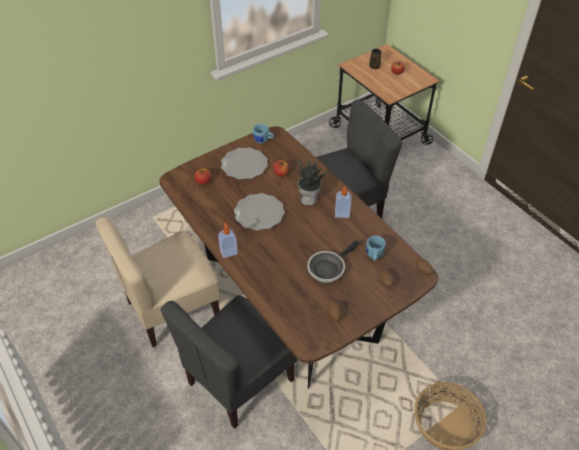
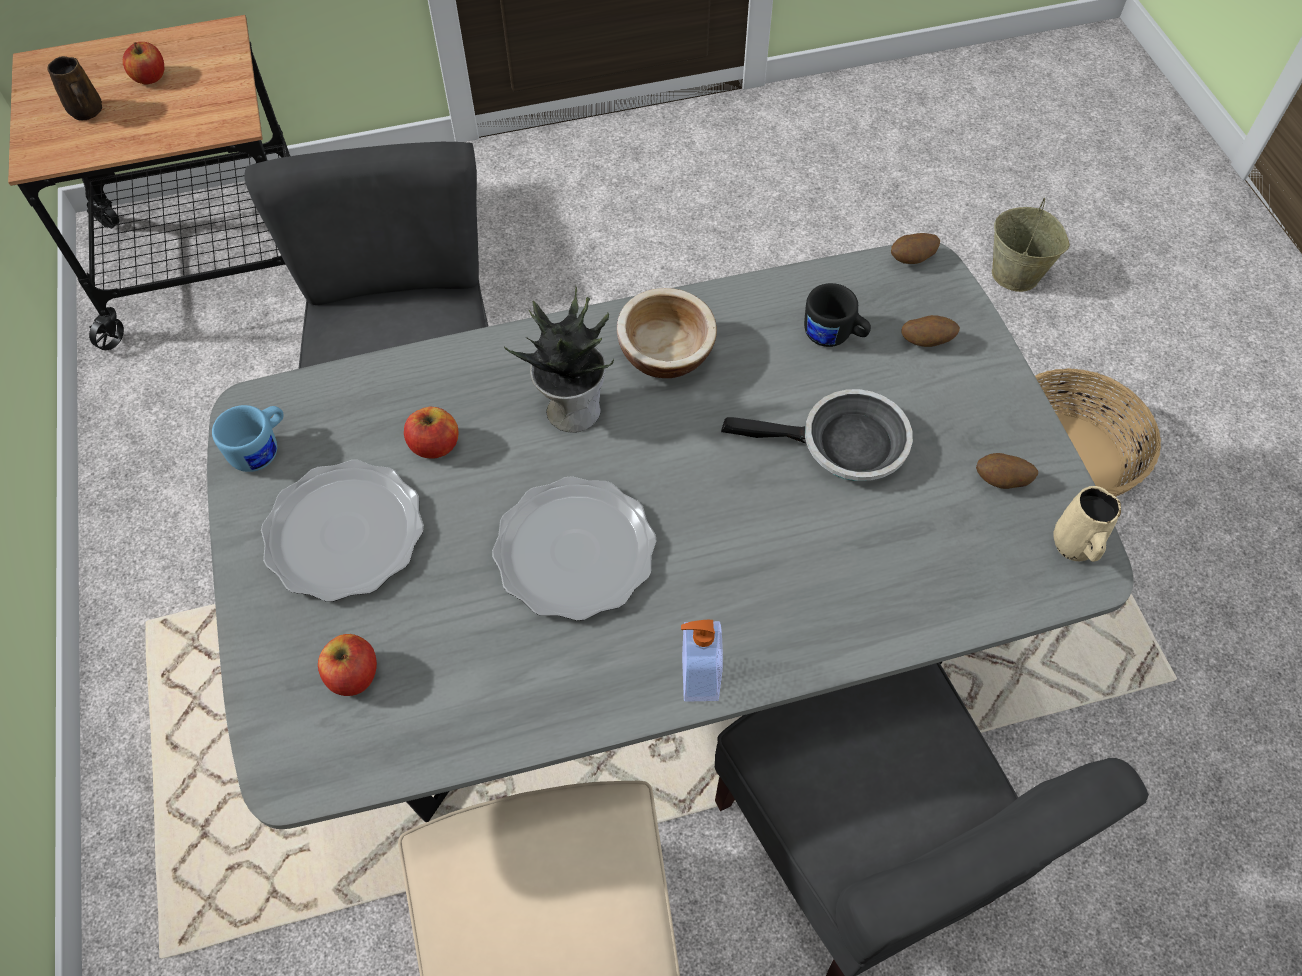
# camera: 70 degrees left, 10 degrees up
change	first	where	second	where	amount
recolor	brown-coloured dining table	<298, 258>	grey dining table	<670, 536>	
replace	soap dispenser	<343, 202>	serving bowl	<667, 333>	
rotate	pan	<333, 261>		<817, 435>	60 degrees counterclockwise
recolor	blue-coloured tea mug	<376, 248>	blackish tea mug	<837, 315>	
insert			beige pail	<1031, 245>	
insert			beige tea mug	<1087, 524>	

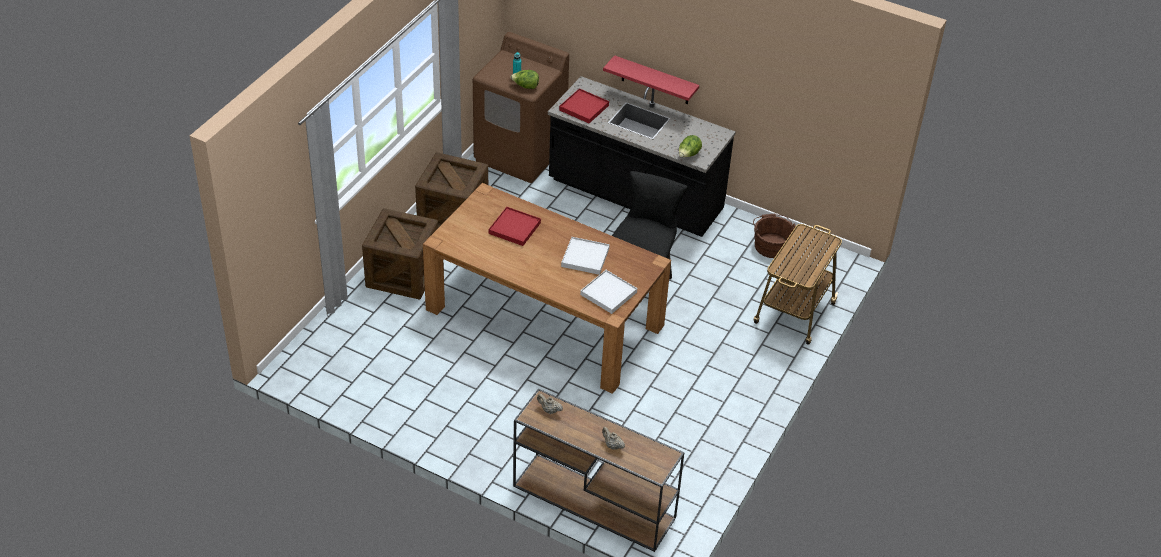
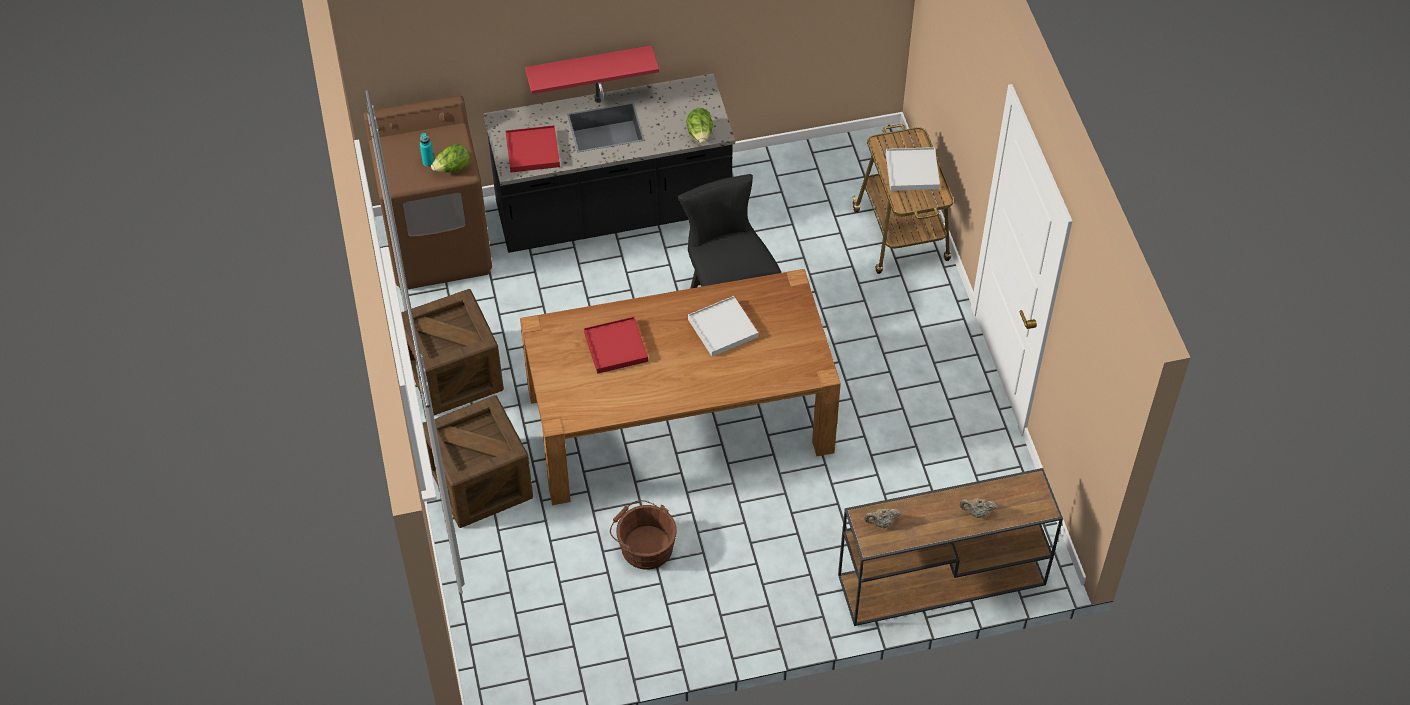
# camera: 40 degrees left, 10 degrees up
change	first	where	second	where	amount
move	brown-coloured pail	<774, 235>		<643, 535>	
move	white serving tray	<608, 292>		<913, 169>	

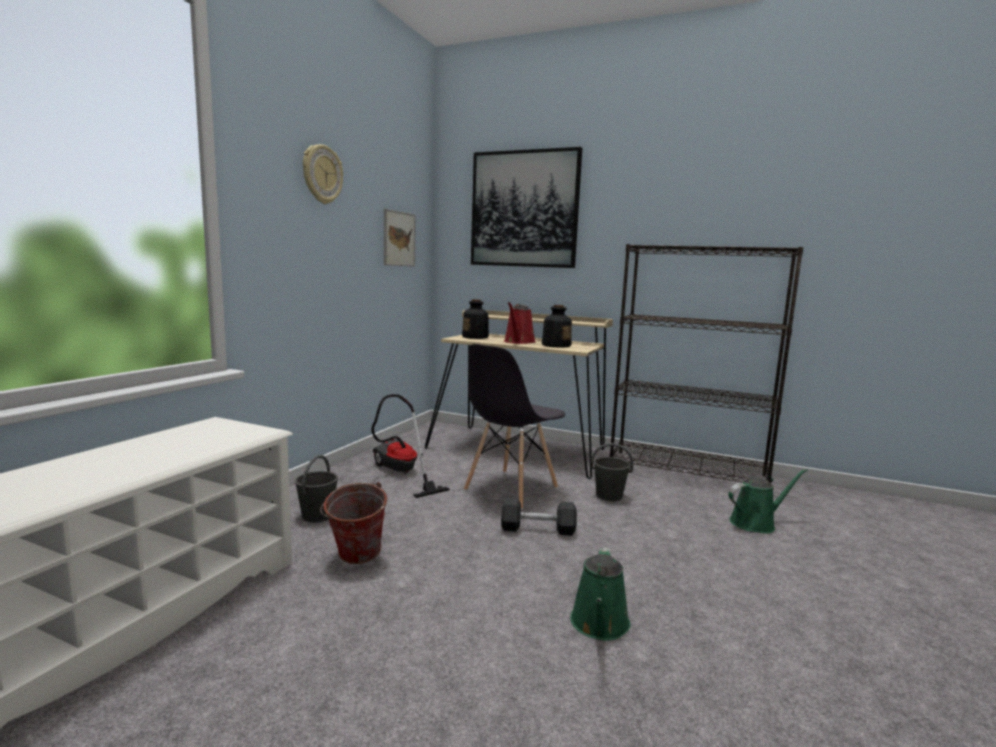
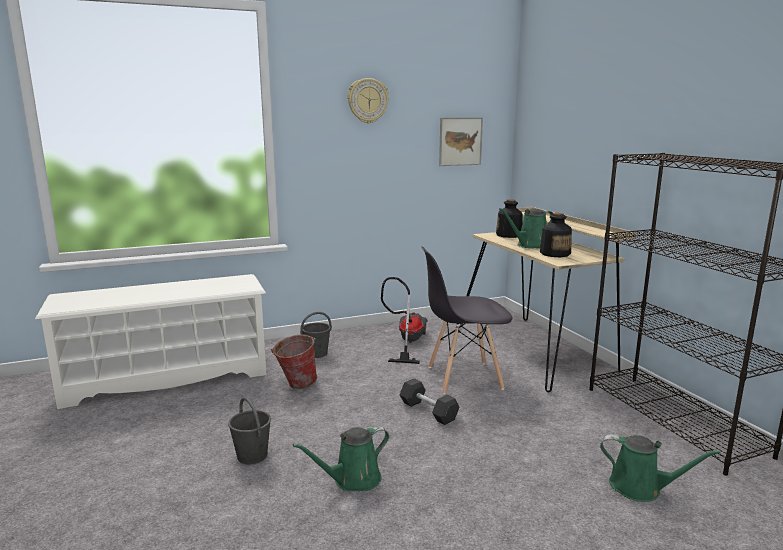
# camera: 45 degrees right, 5 degrees up
change	first	where	second	where	amount
move	grey pail	<611, 472>		<249, 431>	
recolor	red-coloured watering pot	<520, 323>	greenish watering pot	<526, 228>	
delete	picture	<526, 207>			

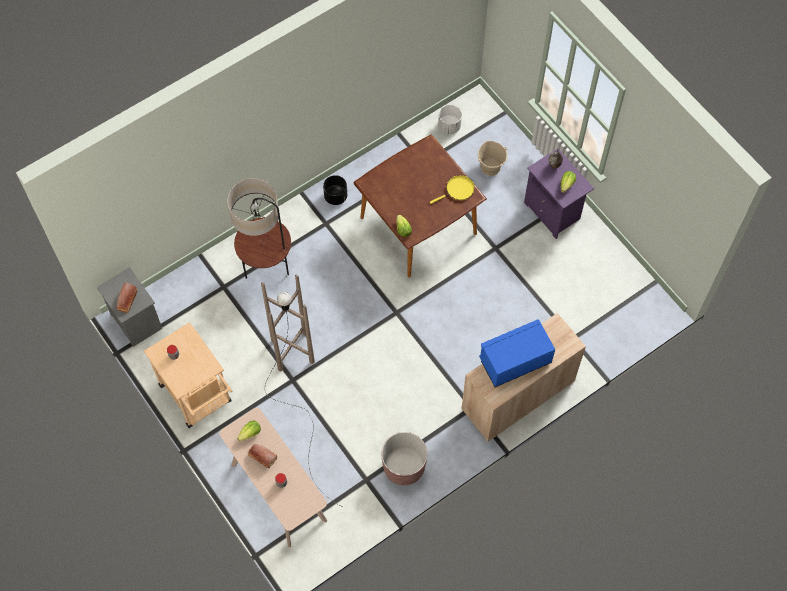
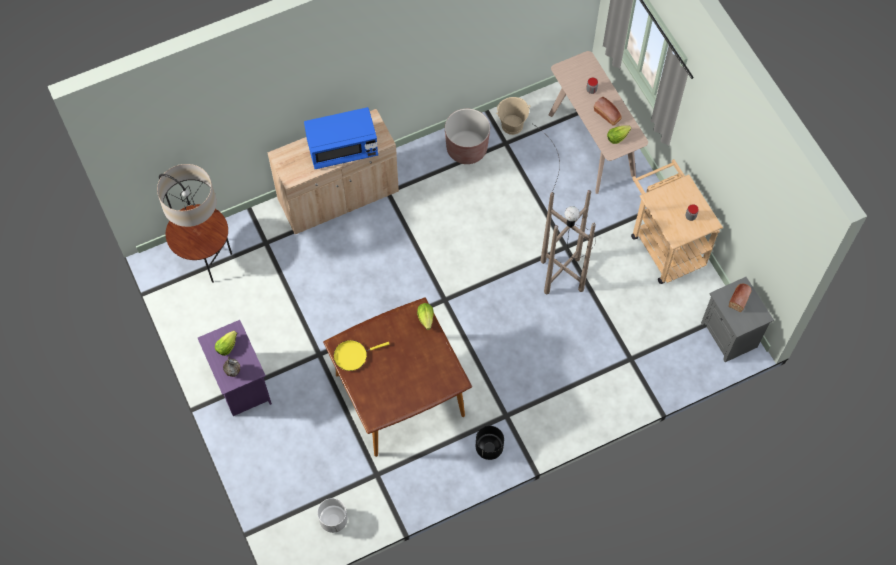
# camera: 170 degrees left, 0 degrees up
change	first	where	second	where	amount
move	floor lamp	<259, 229>		<194, 223>	
move	beige pail	<493, 158>		<513, 116>	

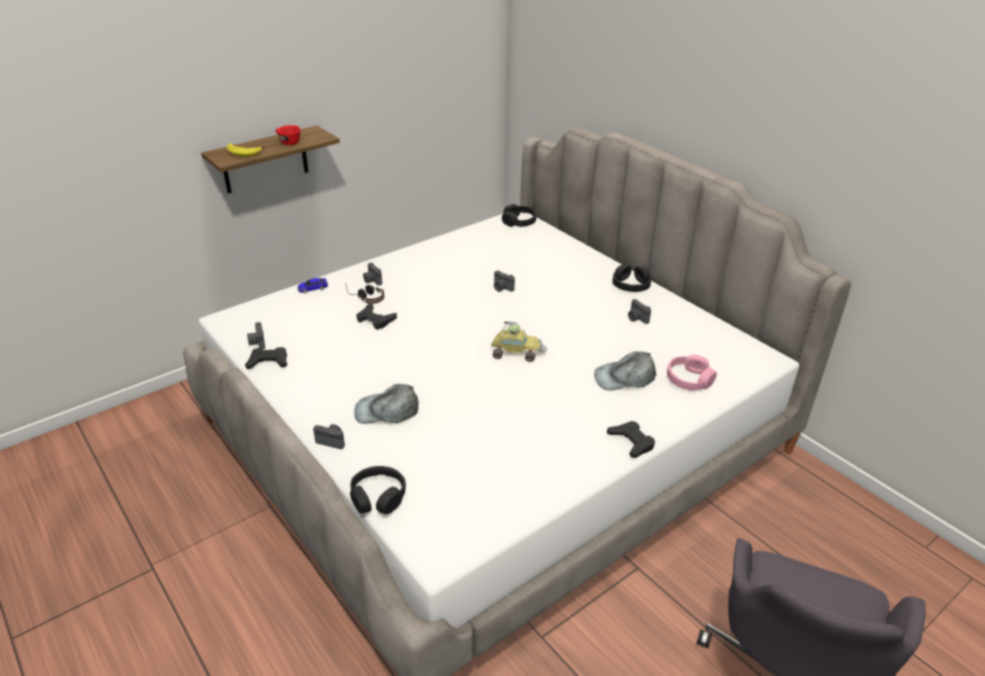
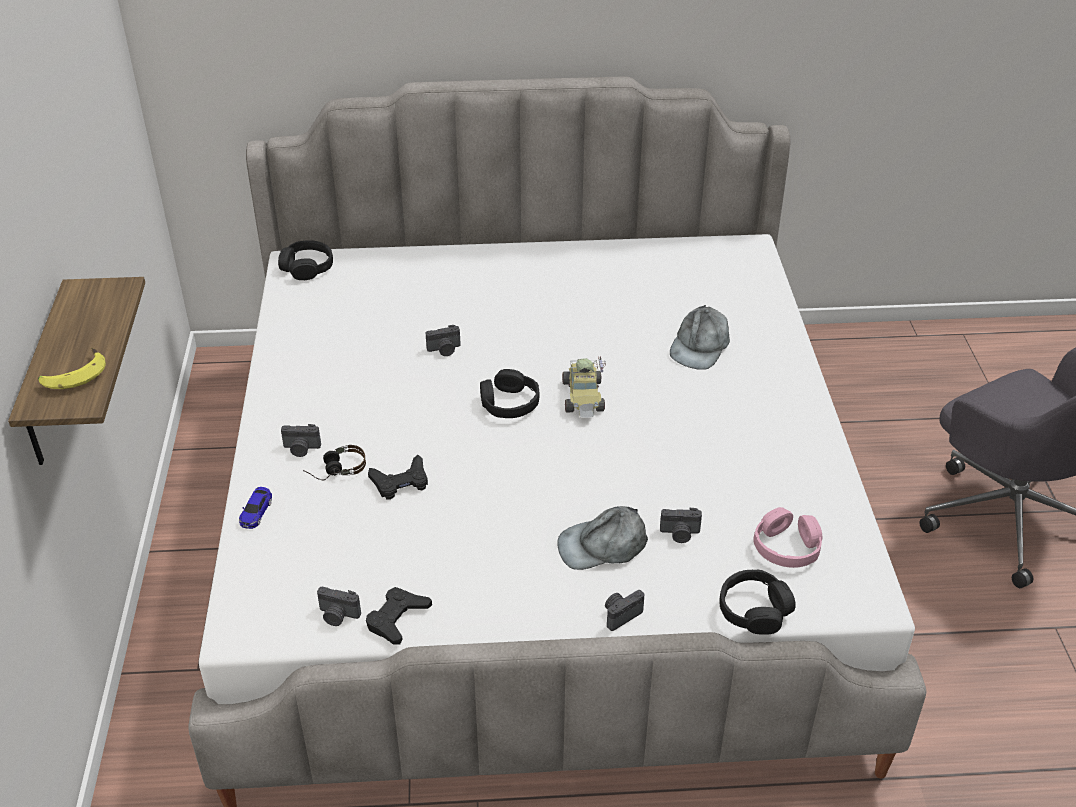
# camera: 55 degrees left, 5 degrees up
change	first	where	second	where	amount
move	blackish pair of headphones	<631, 278>		<510, 393>	
rotate	grey cap	<386, 404>		<602, 538>	45 degrees clockwise
rotate	miniature car	<519, 341>		<584, 387>	135 degrees clockwise
move	still camera	<639, 311>		<681, 525>	
move	pinkish pair of headphones	<692, 373>		<788, 537>	
delete	red-coloured small cup	<288, 135>			
delete	blackish joypad	<631, 439>			

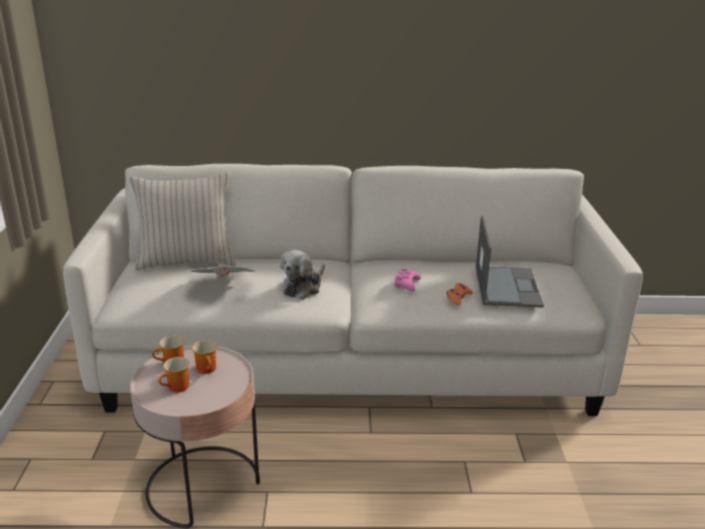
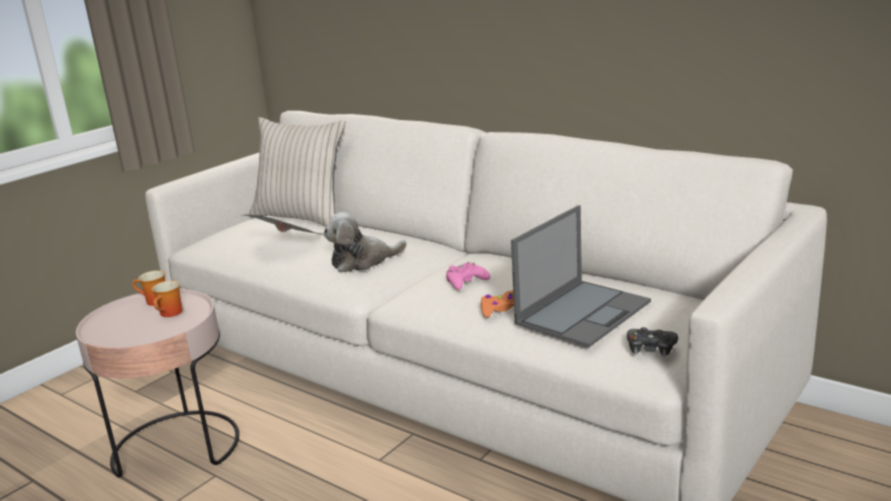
# camera: 40 degrees right, 5 degrees down
change	first	where	second	where	amount
insert			blackish joypad	<652, 342>	
delete	tea mug	<174, 375>			

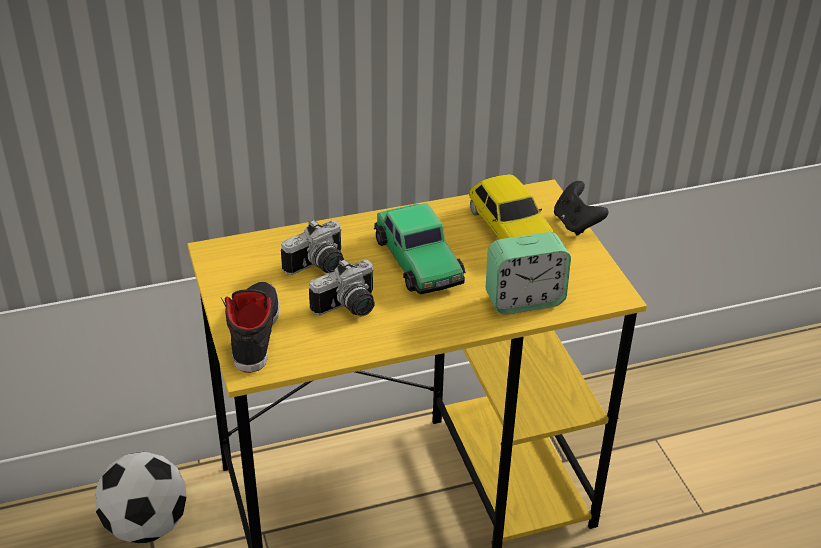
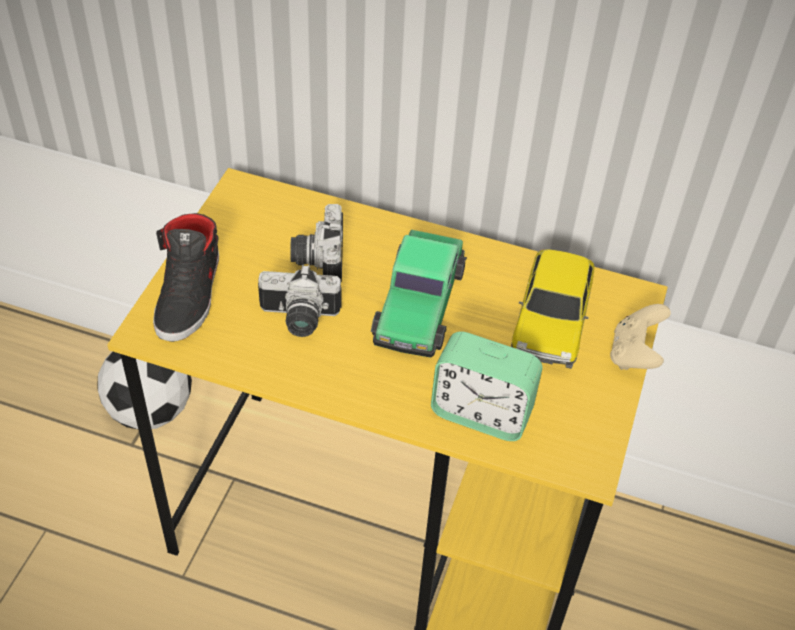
# camera: 35 degrees right, 10 degrees up
change	first	where	second	where	amount
rotate	blackish shoe	<250, 327>		<186, 277>	150 degrees clockwise
rotate	still camera	<312, 247>		<316, 243>	90 degrees clockwise
recolor	blackish joypad	<581, 208>	beige joypad	<640, 337>	

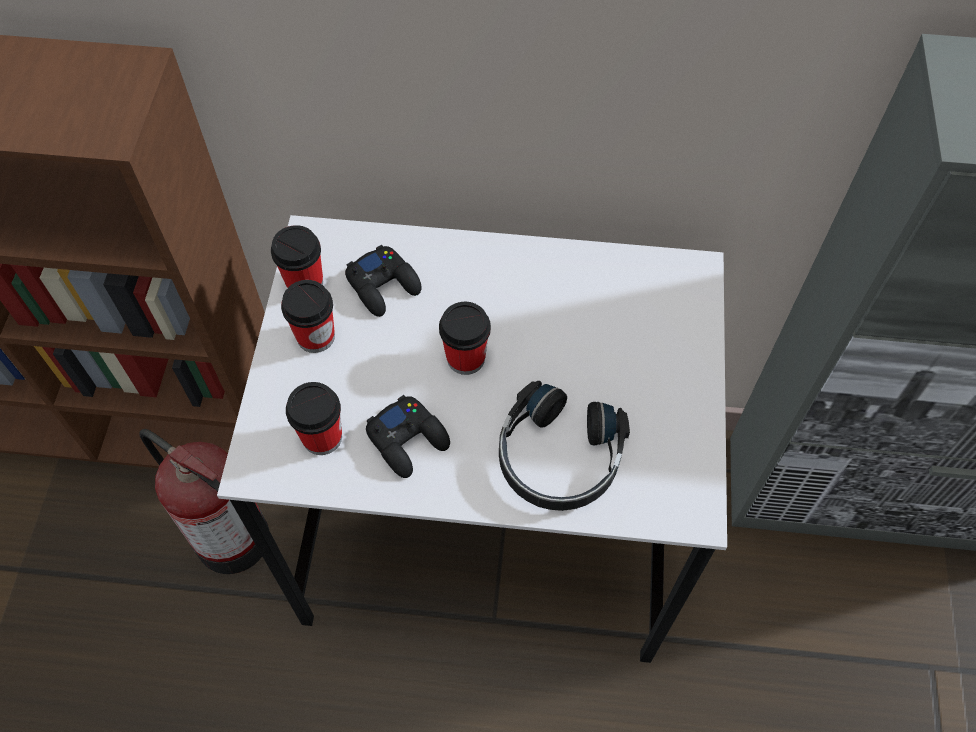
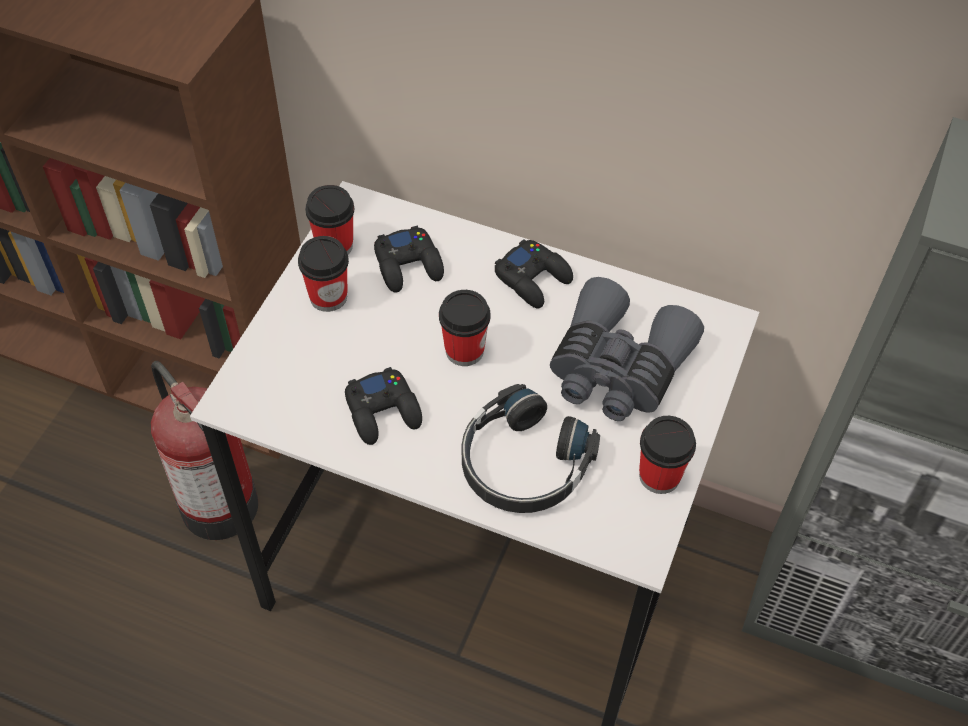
# camera: 15 degrees right, 5 degrees down
change	first	where	second	where	amount
insert			blackish joypad	<534, 273>	
insert			grey field glasses	<627, 349>	
move	small cup	<314, 418>		<667, 455>	

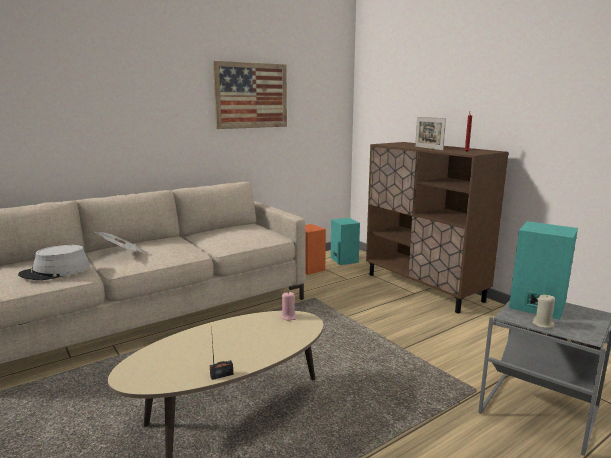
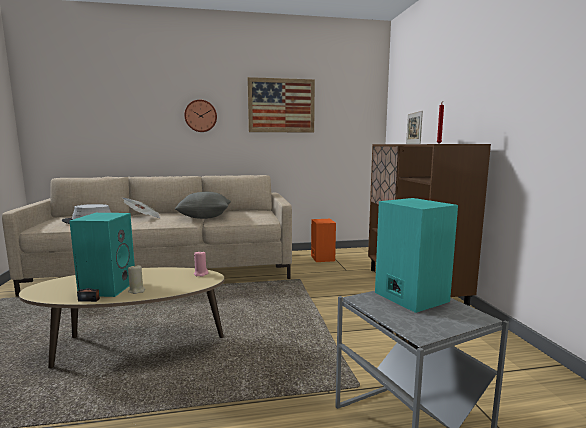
# camera: 25 degrees right, 5 degrees down
change	first	where	second	where	amount
move	blue-green audio speaker	<345, 241>		<102, 255>	
move	beige wax light	<543, 311>		<136, 279>	
insert			grey pillow	<203, 205>	
insert			hanging clock	<200, 116>	

